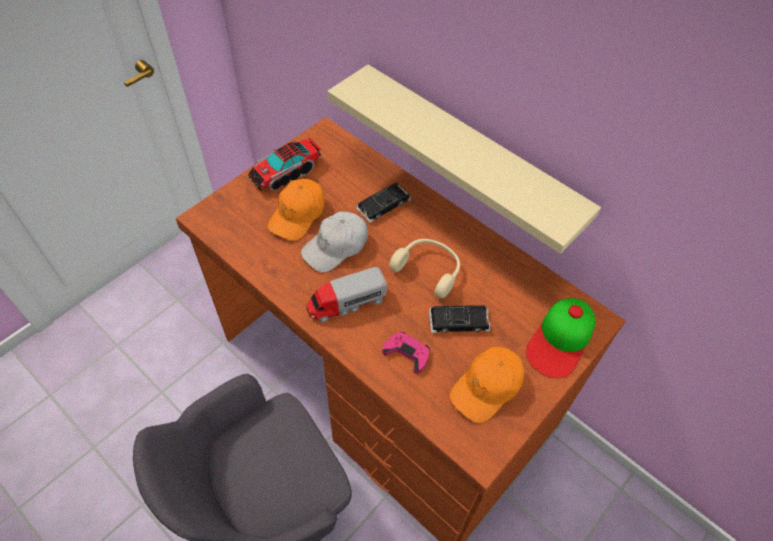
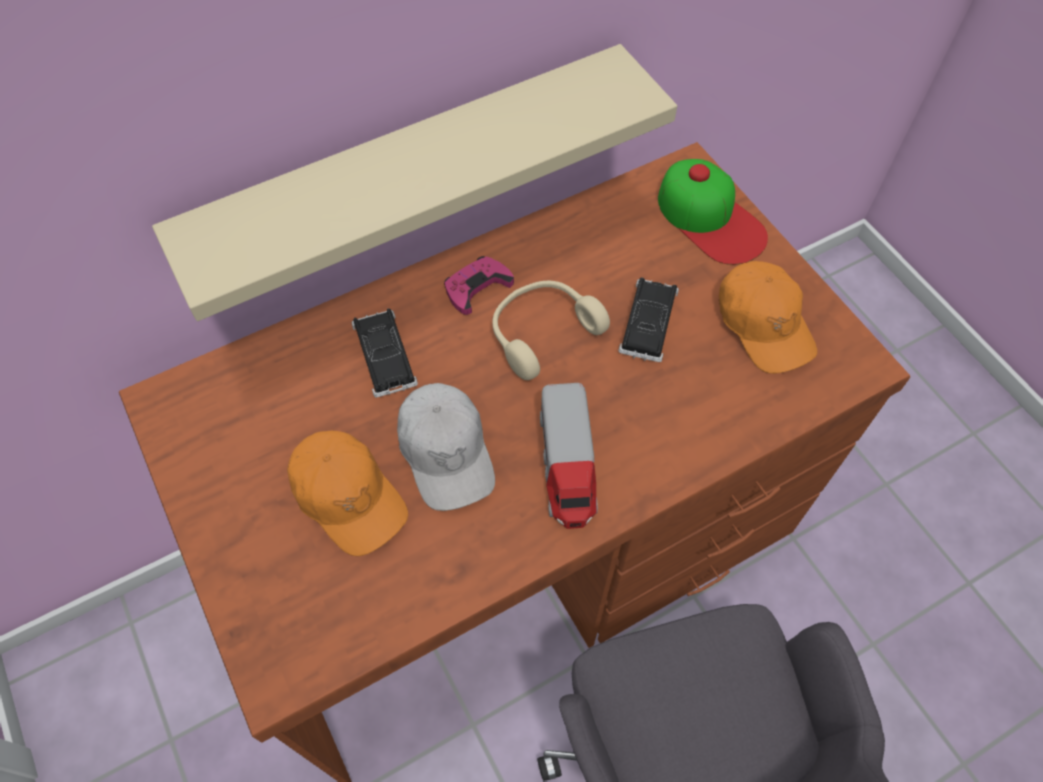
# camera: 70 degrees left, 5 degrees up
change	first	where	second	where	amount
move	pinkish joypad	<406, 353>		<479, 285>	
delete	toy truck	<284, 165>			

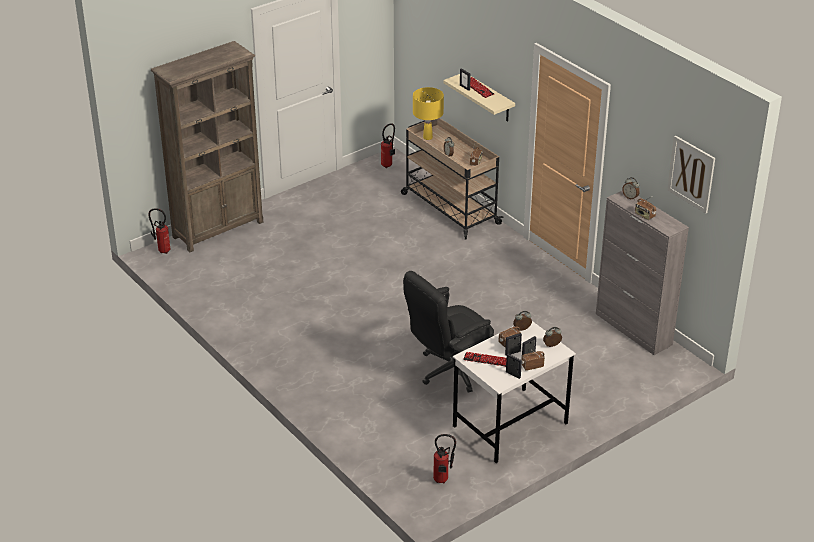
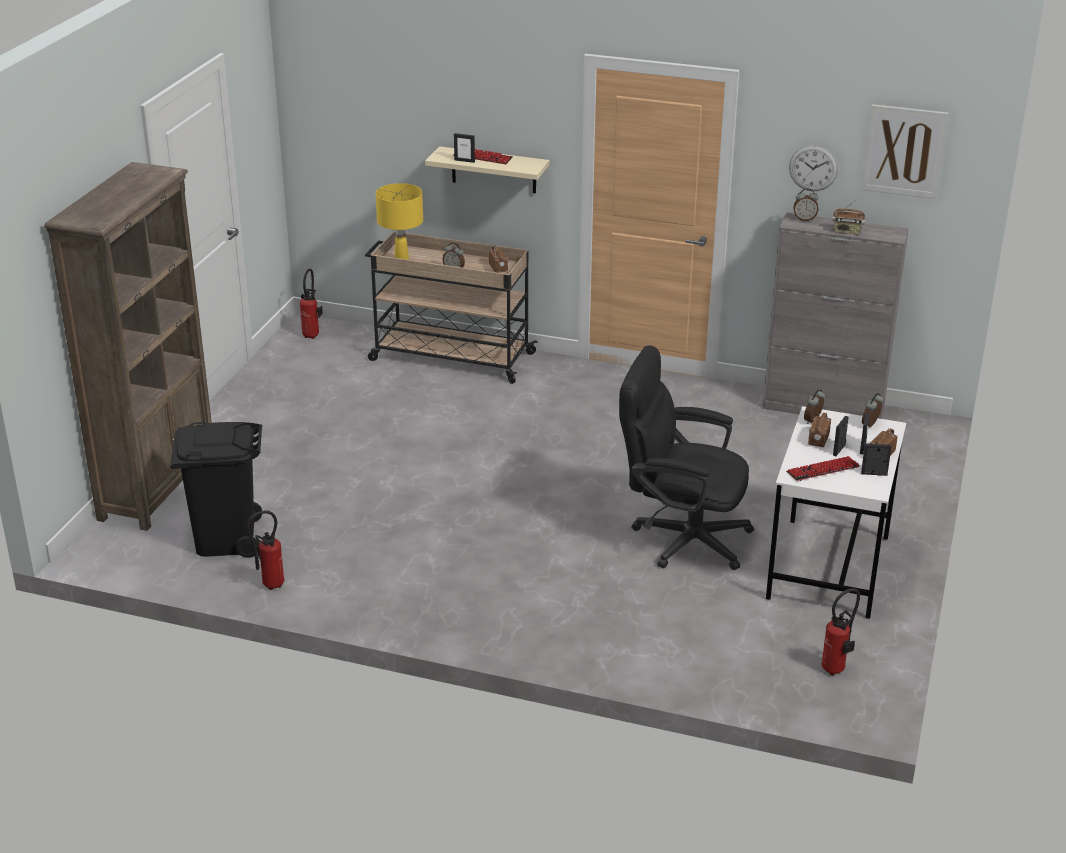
# camera: 35 degrees left, 5 degrees down
change	first	where	second	where	amount
insert			blackish trash can	<216, 490>	
move	fire extinguisher	<159, 231>		<265, 550>	
rotate	blackish desk chair	<448, 331>		<686, 457>	90 degrees clockwise
insert			hanging clock	<813, 168>	

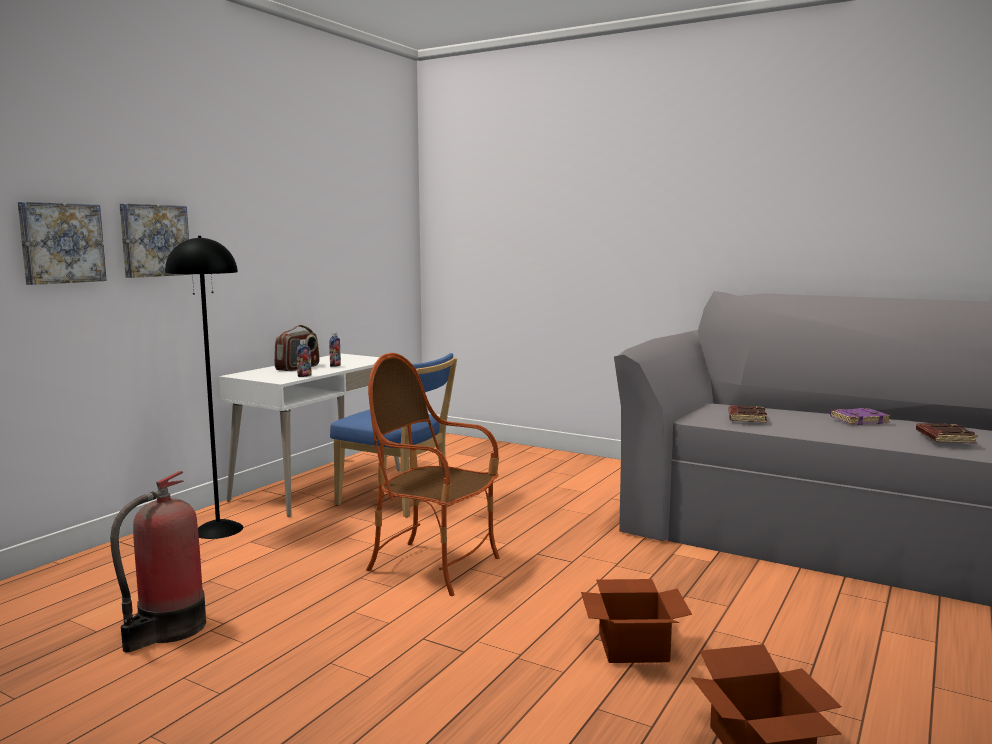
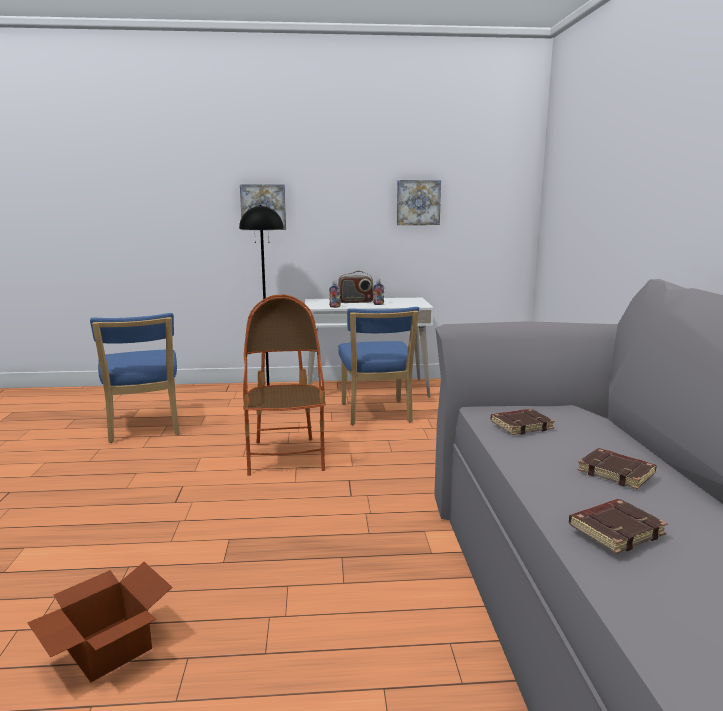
# camera: 55 degrees right, 5 degrees up
change	first	where	second	where	amount
replace	fire extinguisher	<158, 562>	blue-coloured upright chair	<135, 378>	
move	picture	<62, 243>		<419, 202>	
recolor	purplish bound book	<860, 416>	brown-coloured bound book	<616, 468>	
delete	cardboard box	<636, 621>			

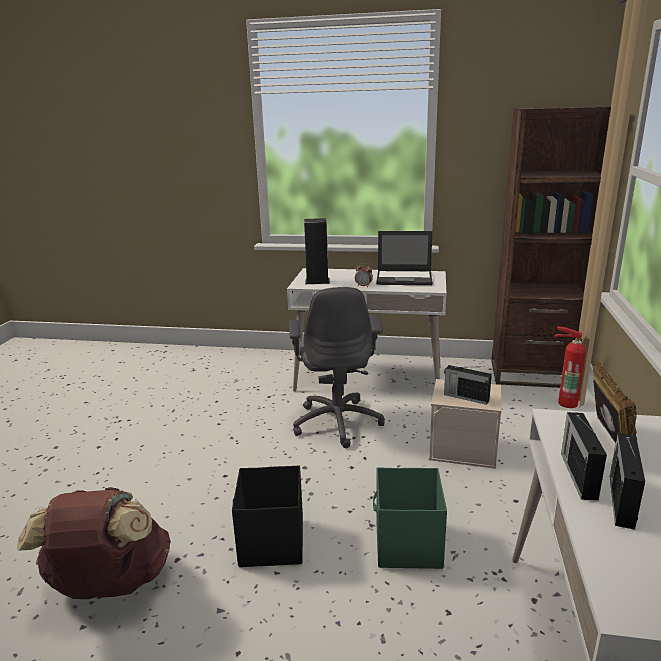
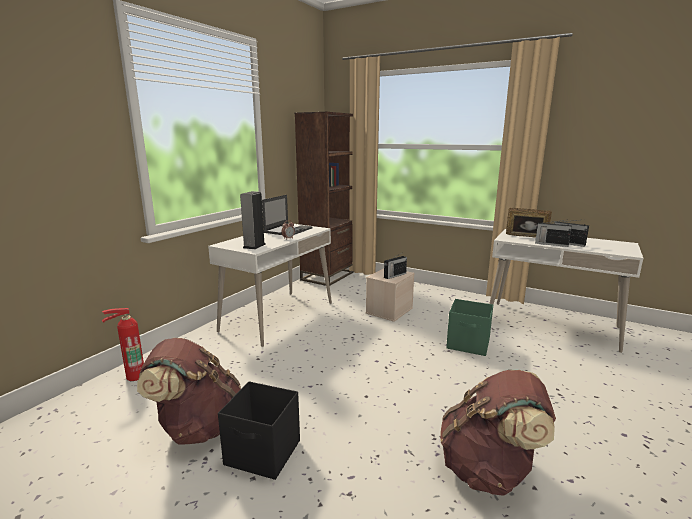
# camera: 70 degrees left, 5 degrees down
change	first	where	second	where	amount
move	fire extinguisher	<570, 367>		<123, 344>	
insert			brown-coloured rucksack	<189, 391>	
move	blackish storage box	<267, 516>		<259, 430>	
delete	grey desk chair	<336, 367>			

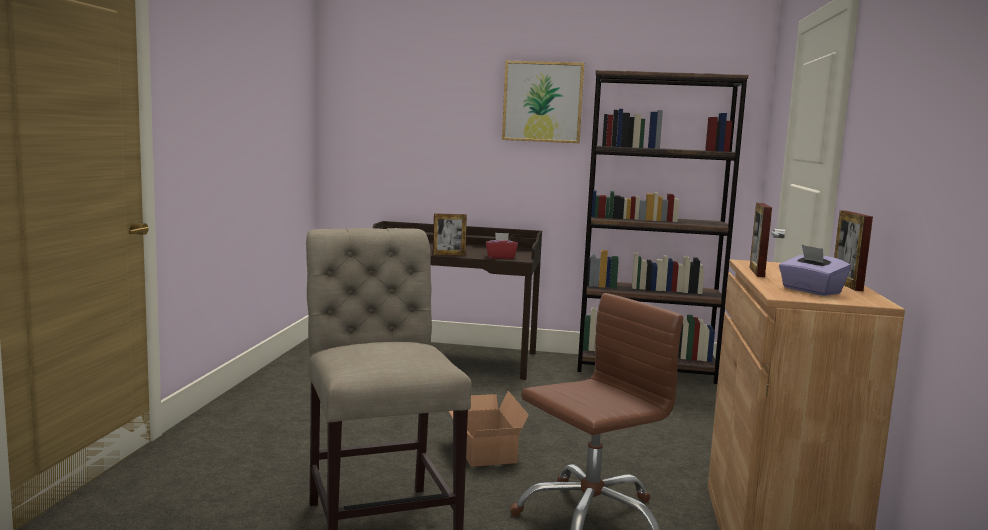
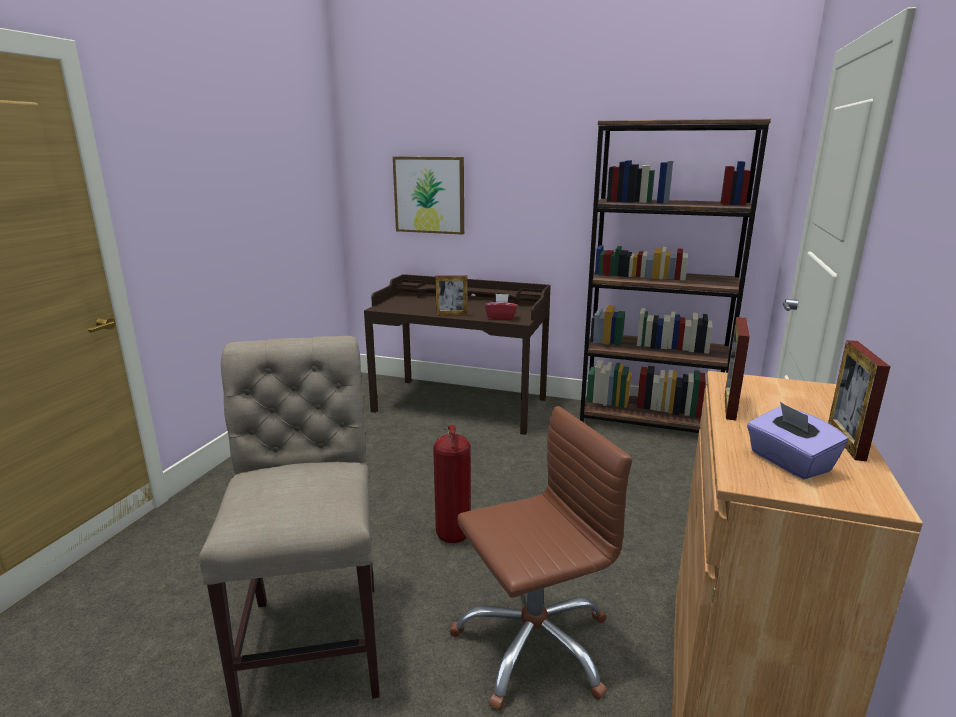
# camera: 10 degrees right, 10 degrees up
change	first	where	second	where	amount
move	picture	<543, 102>		<428, 196>	
replace	cardboard box	<489, 429>	fire extinguisher	<452, 484>	

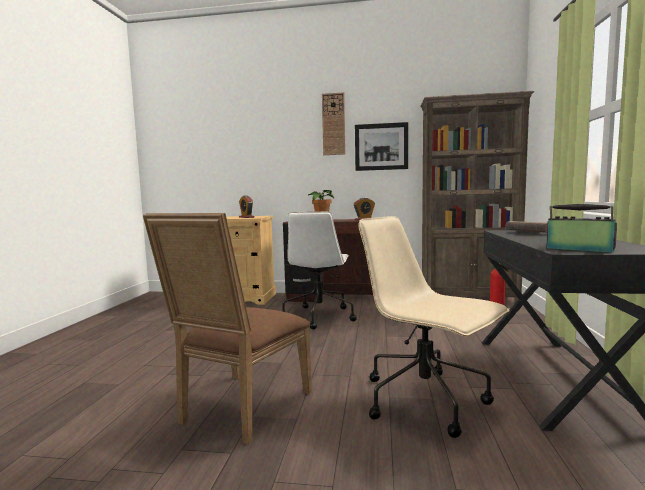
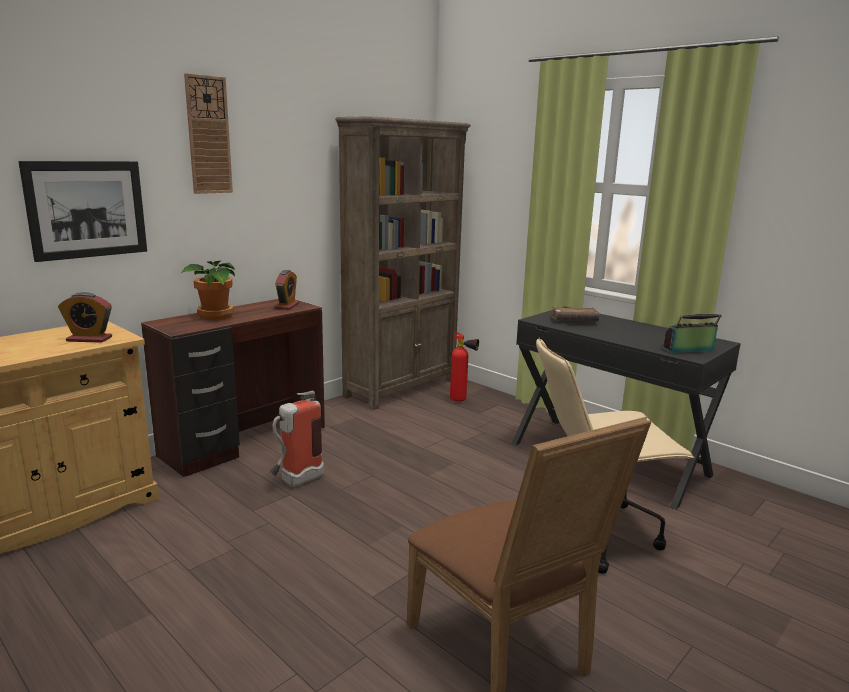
# camera: 55 degrees left, 10 degrees up
change	first	where	second	where	amount
move	picture	<381, 146>		<82, 211>	
replace	white desk chair	<319, 270>	fire extinguisher	<296, 439>	

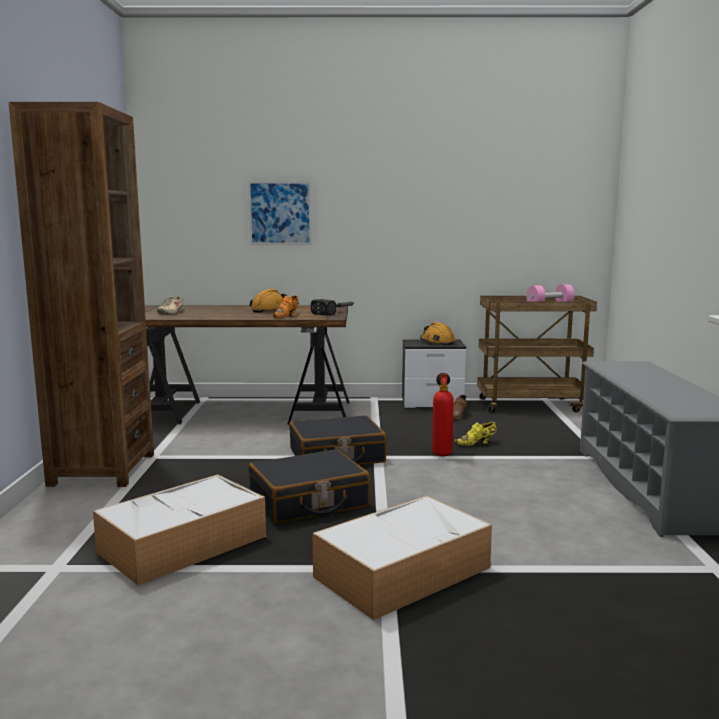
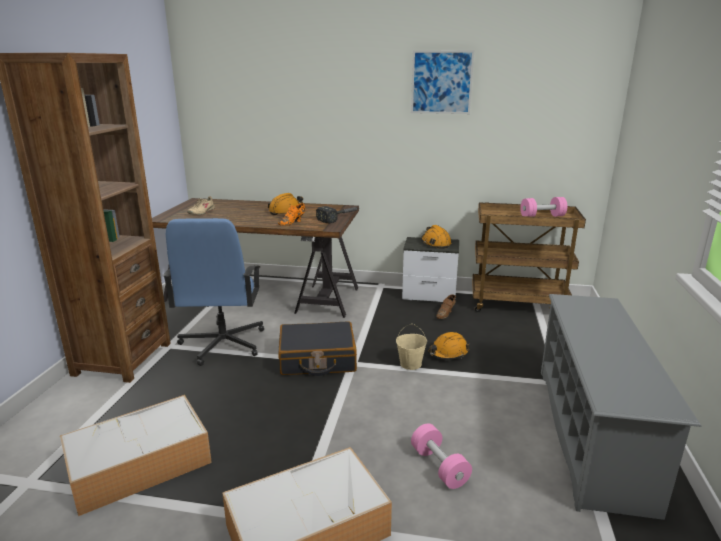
# camera: 10 degrees right, 10 degrees up
change	first	where	second	where	amount
insert			blue-coloured desk chair	<213, 292>	
replace	fire extinguisher	<443, 414>	beige pail	<411, 347>	
move	picture	<280, 213>		<442, 82>	
insert			pinkish hand weight	<441, 456>	
replace	yellow-coloured shoe	<475, 434>	orangey safety helmet	<449, 346>	
delete	blackish piece of luggage	<309, 486>			

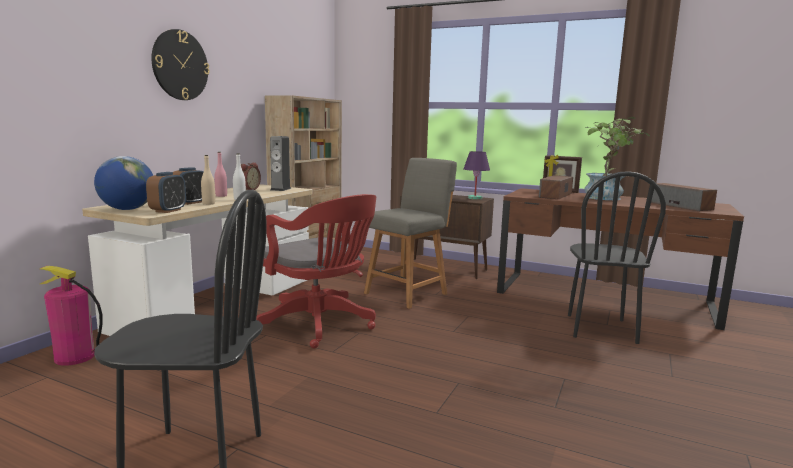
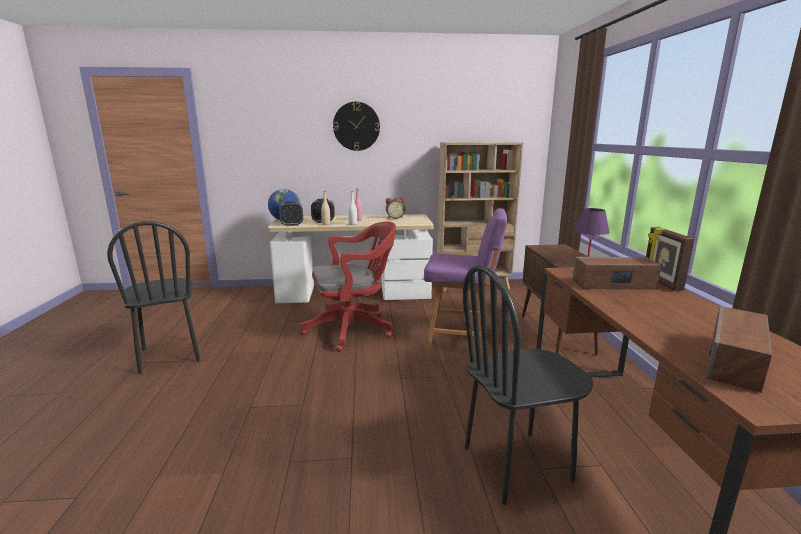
# camera: 60 degrees right, 5 degrees up
change	first	where	second	where	amount
rotate	red-coloured desk chair	<316, 271>		<348, 286>	120 degrees counterclockwise
recolor	grey upright chair	<410, 233>	purplish upright chair	<465, 278>	
delete	fire extinguisher	<71, 316>			
delete	audio speaker	<280, 163>			
delete	houseplant	<617, 158>			

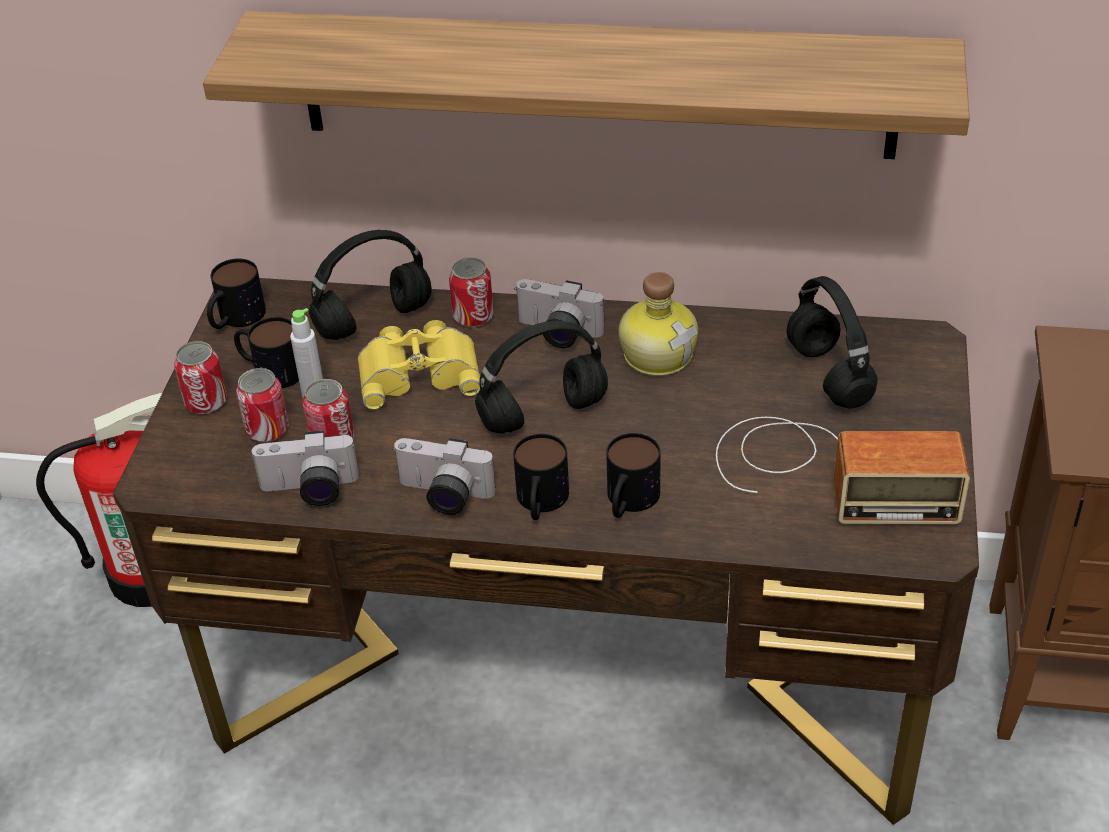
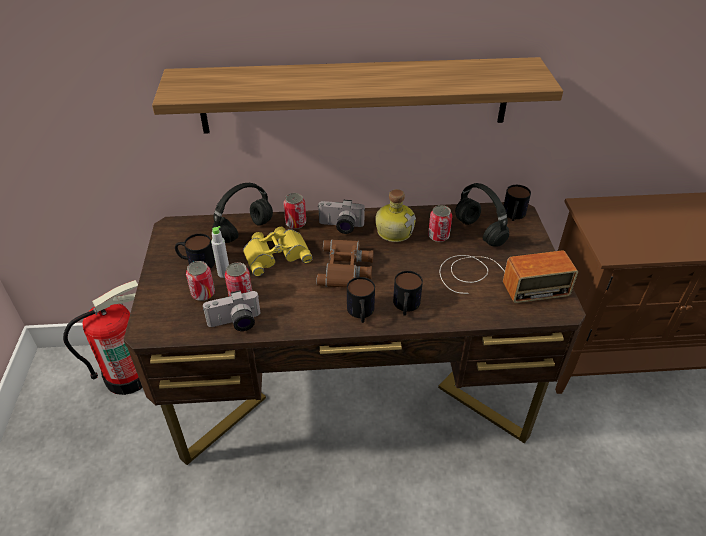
# camera: 15 degrees left, 0 degrees up
change	first	where	second	where	amount
replace	blackish pair of headphones	<541, 377>	brown-coloured field glasses	<345, 263>	
move	can	<200, 377>		<440, 223>	
move	tea mug	<236, 294>		<517, 203>	
delete	still camera	<444, 476>			

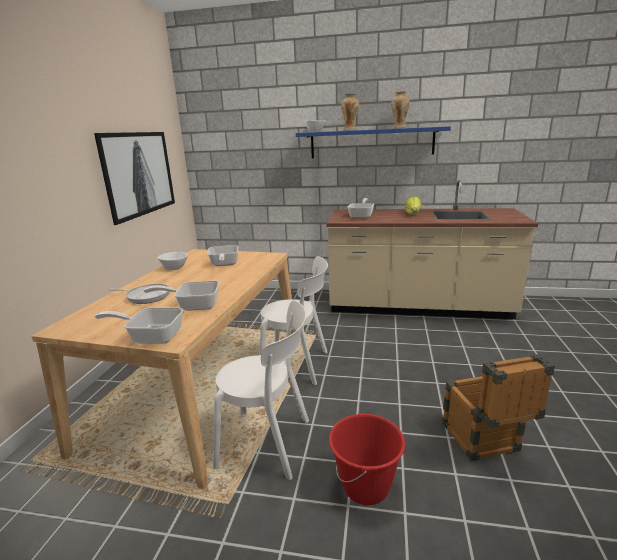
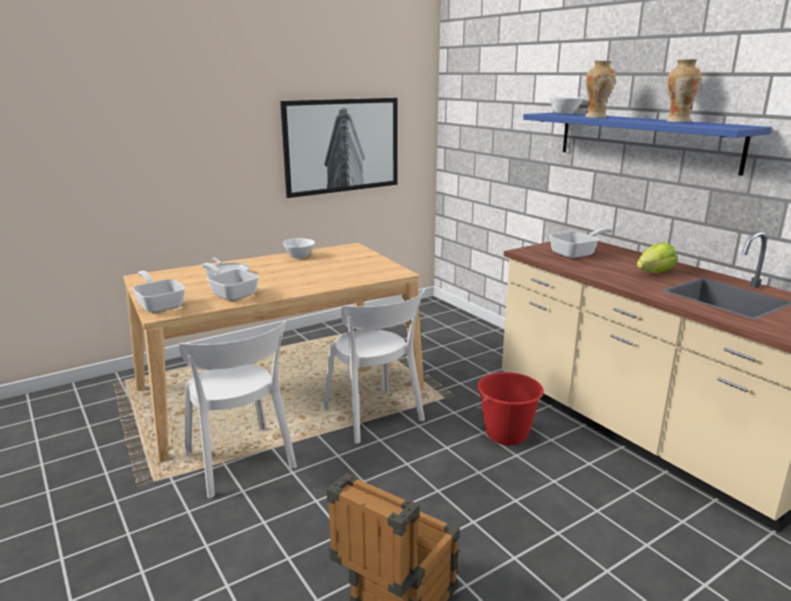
# camera: 45 degrees right, 0 degrees up
change	first	where	second	where	amount
move	red-coloured pail	<367, 459>		<510, 408>	
delete	pan	<223, 255>			

